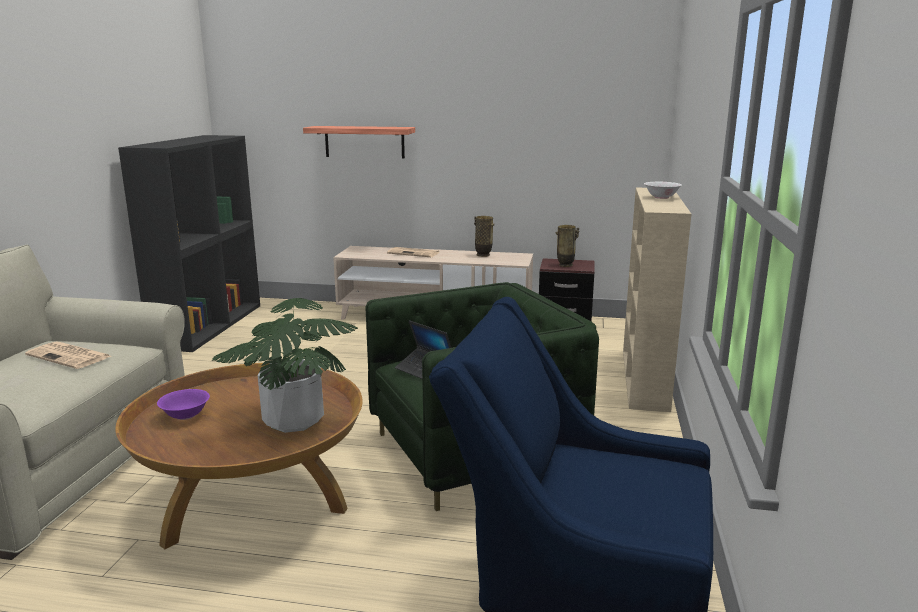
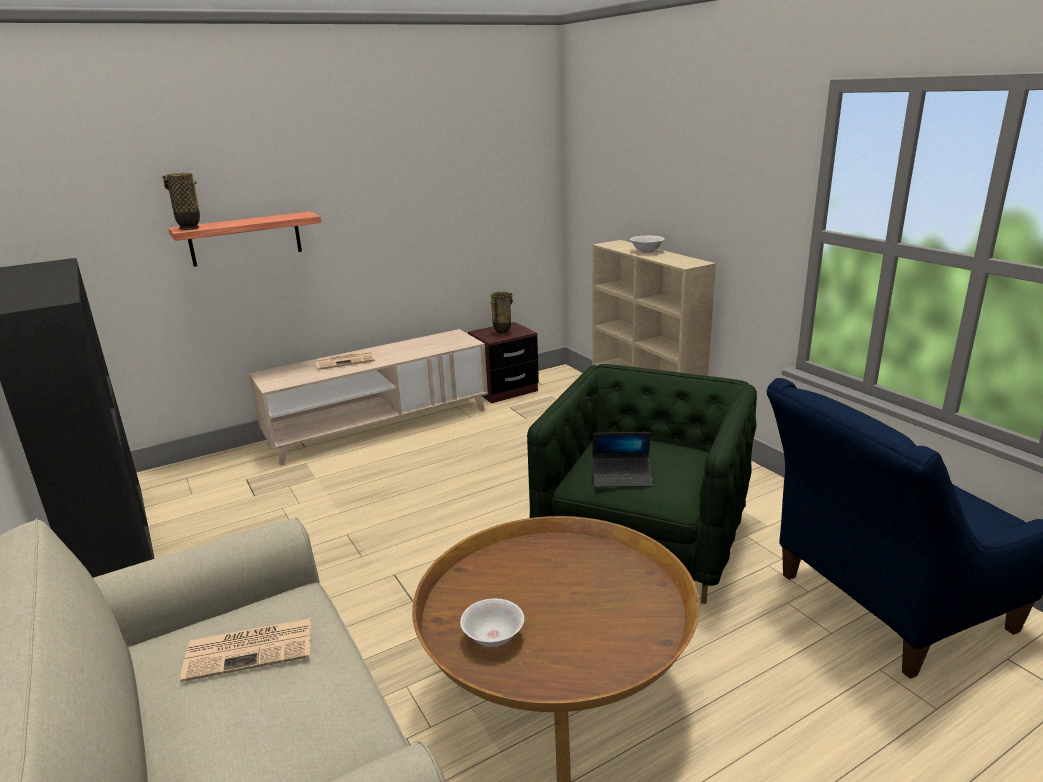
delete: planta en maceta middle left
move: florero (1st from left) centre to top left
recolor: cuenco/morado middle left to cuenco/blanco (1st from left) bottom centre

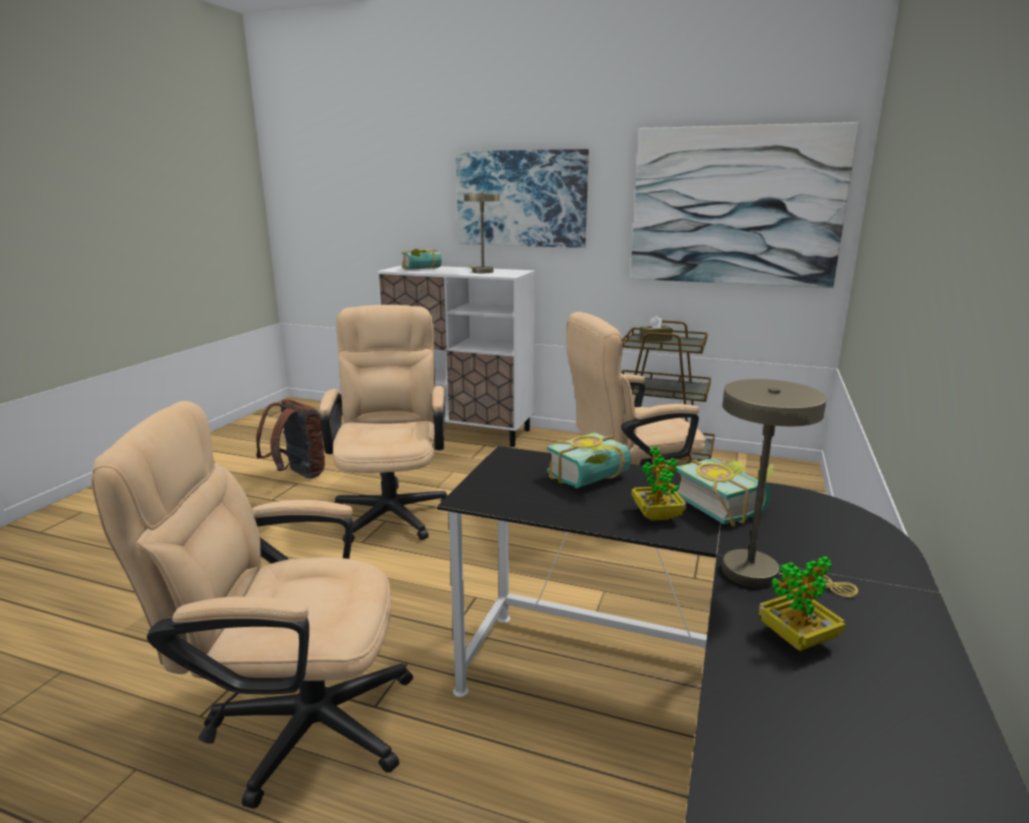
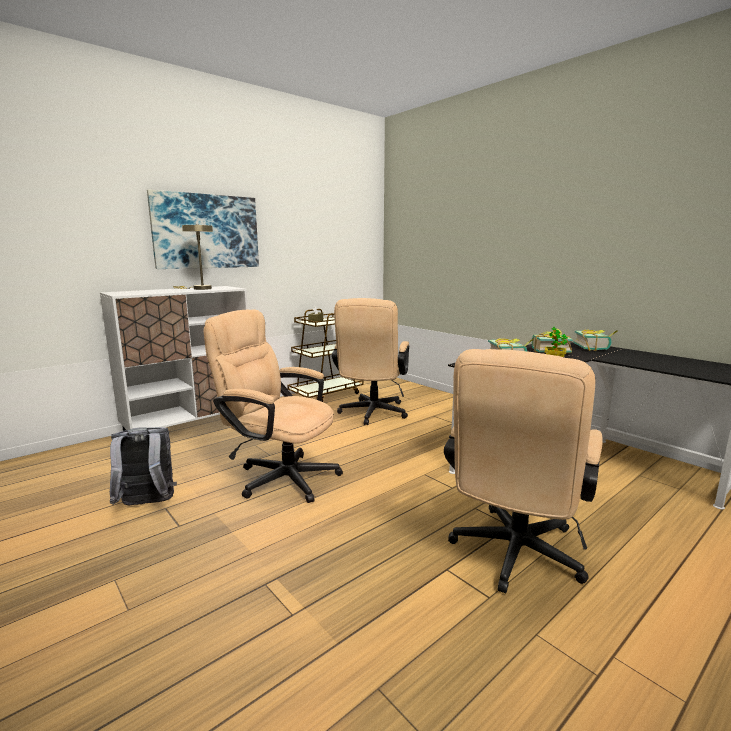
delete: cuadro (2nd from left) top right; lámpara de mesa/beis (2nd from left) middle right; planta en maceta (2nd from left) bottom right
move: libro (1st from left in the first image) top centre to libro (3rd from left) middle right
recolor: mochila/marrón middle left to mochila/gris middle left

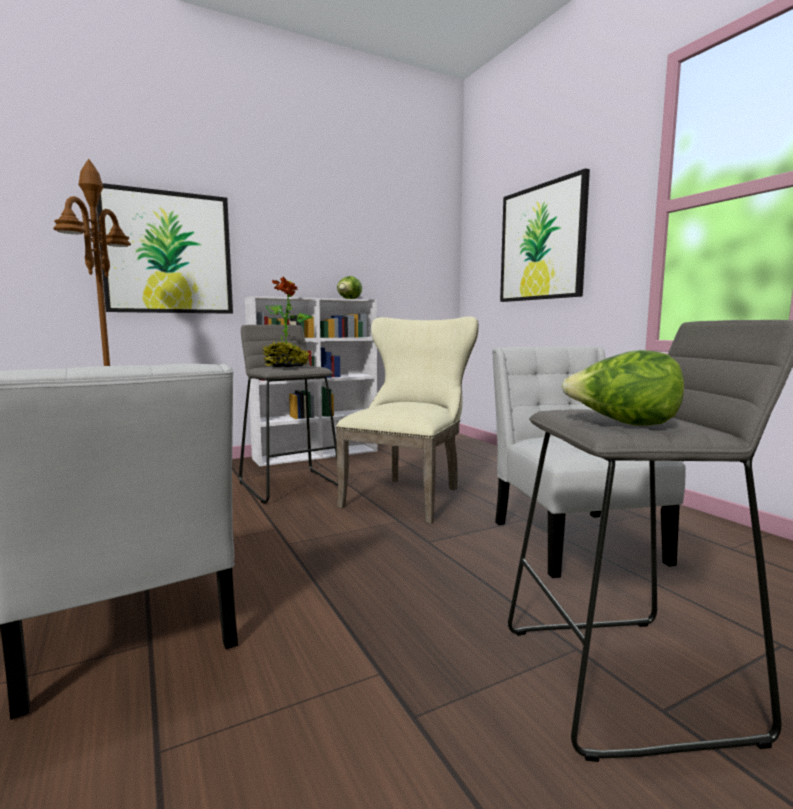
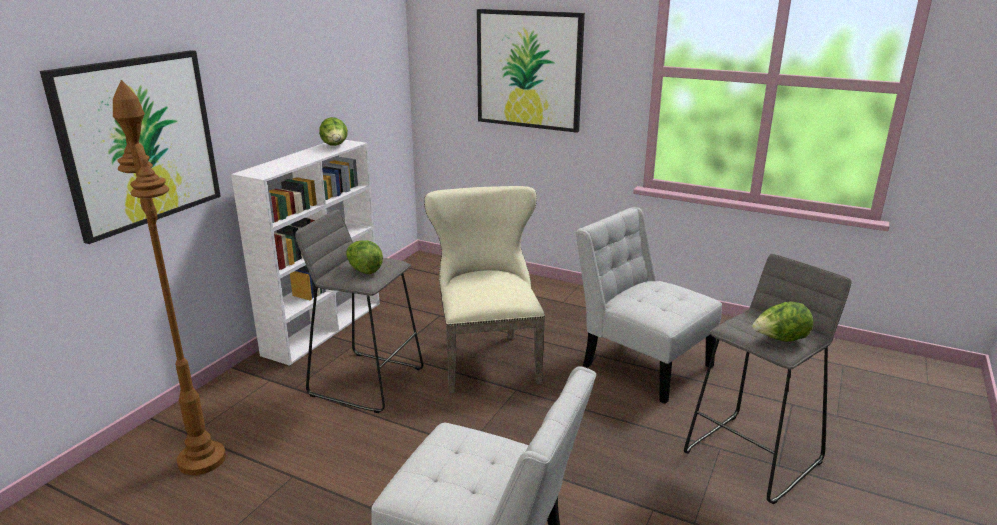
replace: planta en maceta centre to lechuga (2nd from left) centre

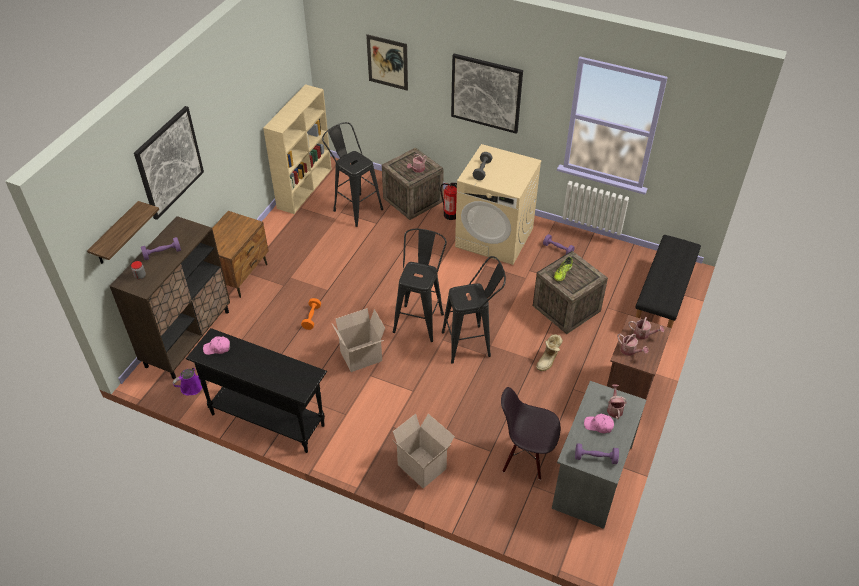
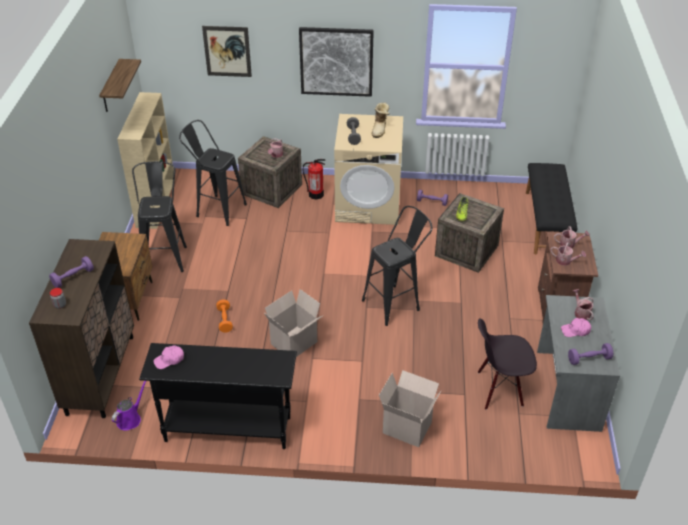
delete: cuadro (1st from left) top left
move: estante middle left to top left; taburete/negro (2nd from left in the first image) centre to taburete/negro (1st from left) middle left; bota centre to top centre

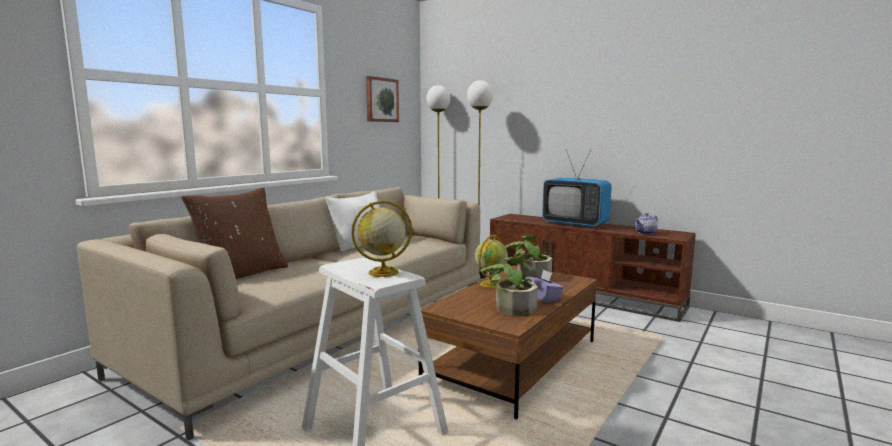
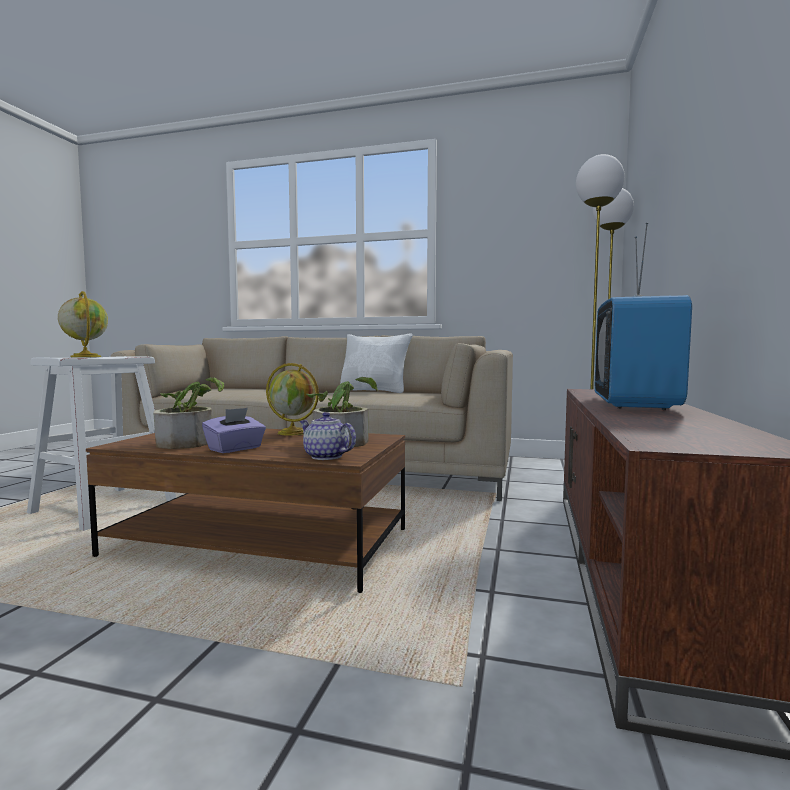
delete: cojín/marrón middle left; cuadro top centre
move: tetera middle right to centre

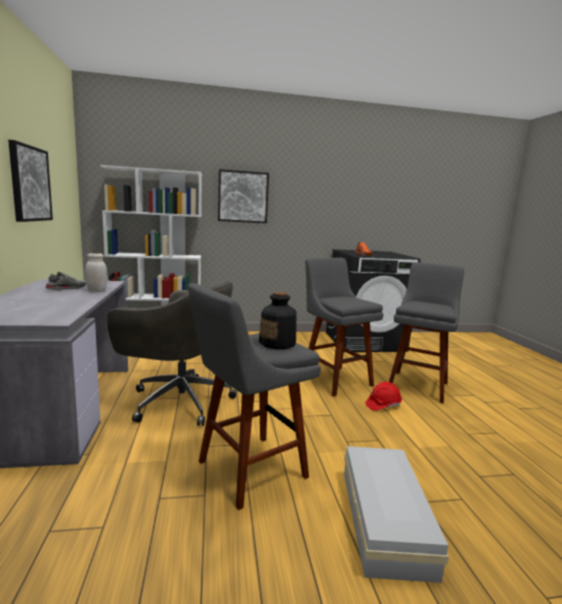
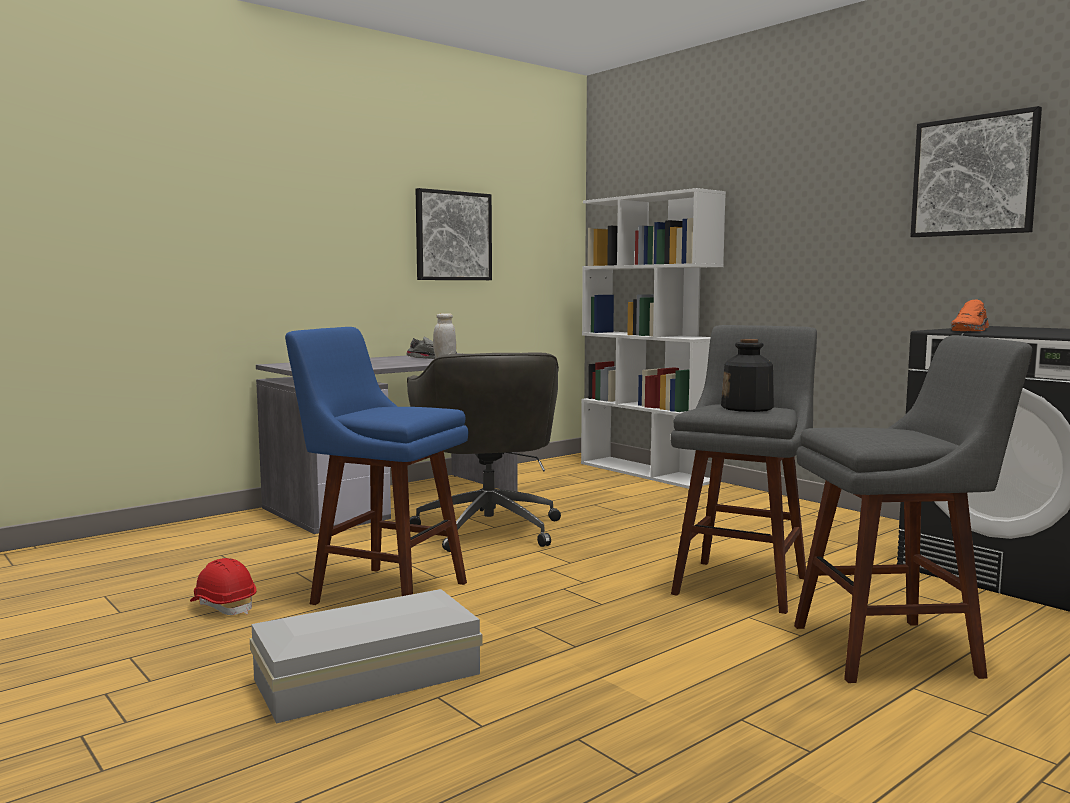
move: casco/rojo middle right to bottom left; botella centre to middle right; cuadro (2nd from left) top centre to top right
recolor: taburete/gris (1st from left) centre to taburete/azul centre

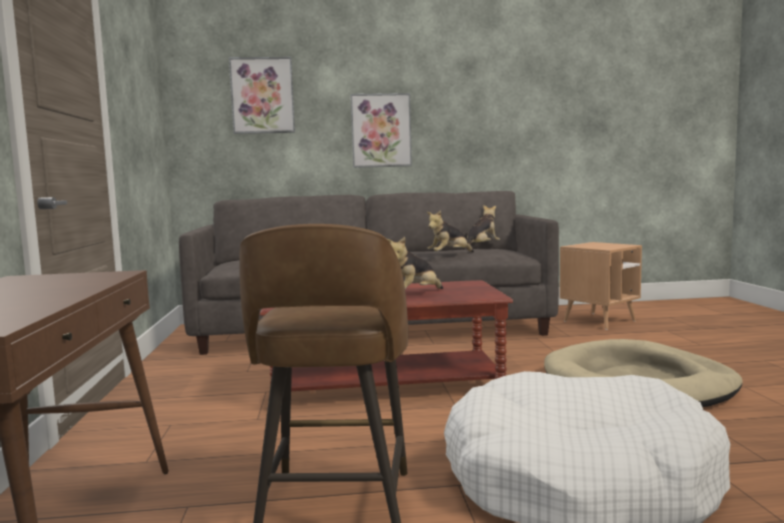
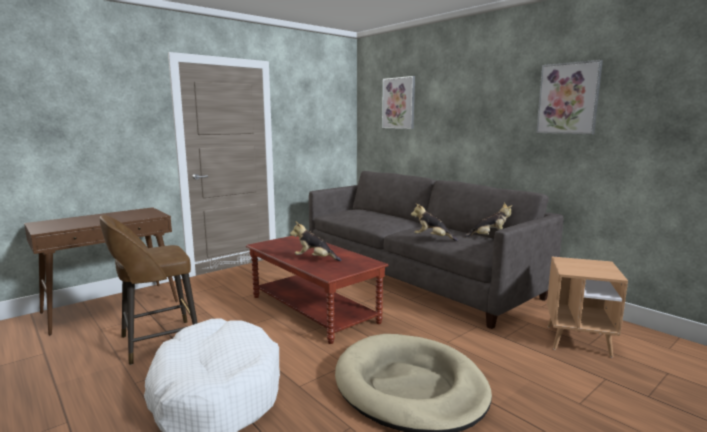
move: cuadro (2nd from left) top centre to top right

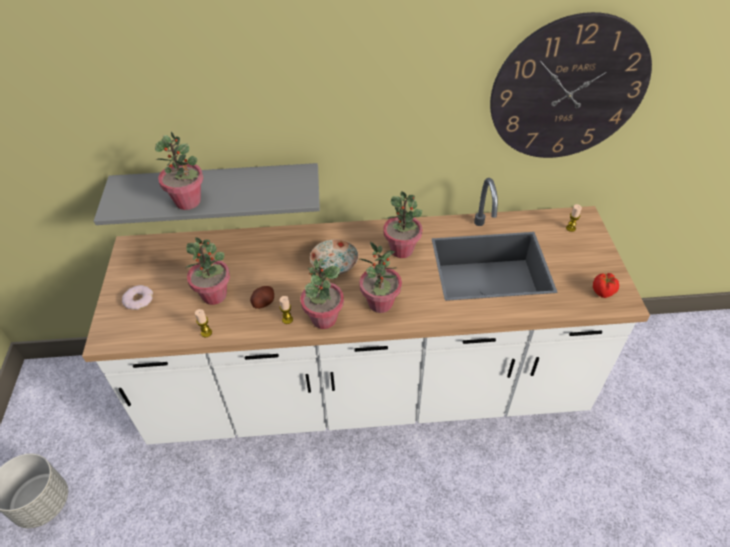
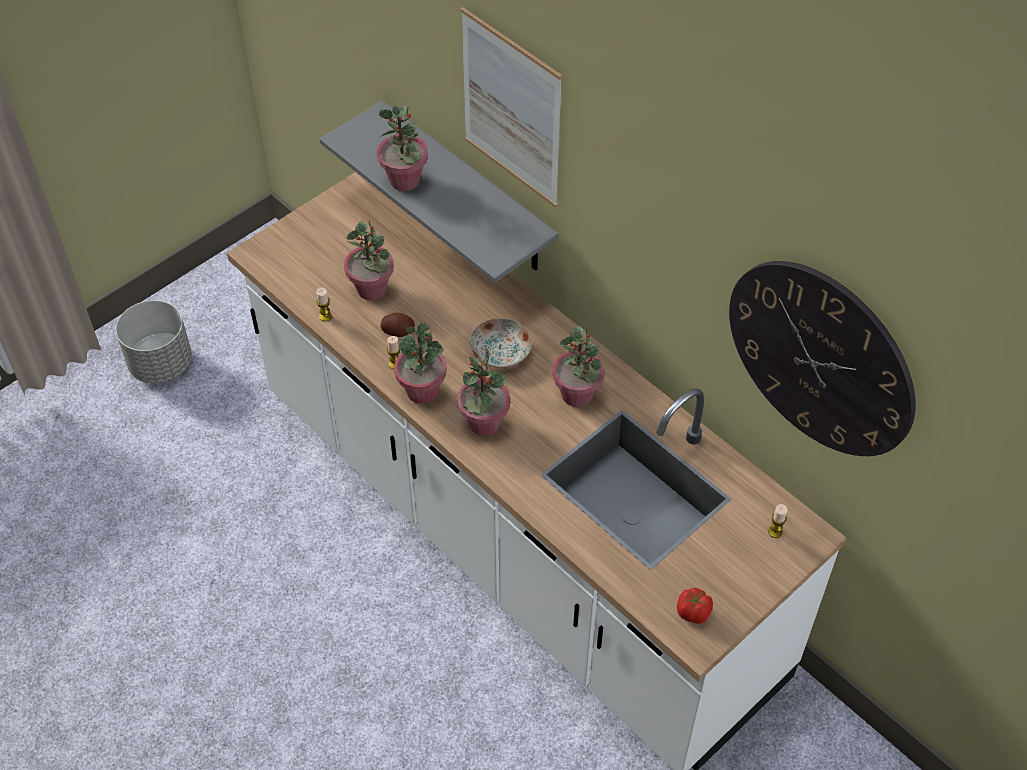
delete: rosquilla middle left
insert: cuadro top centre

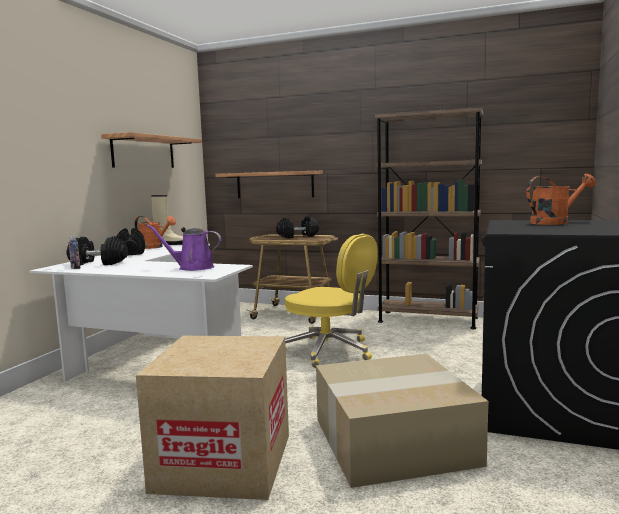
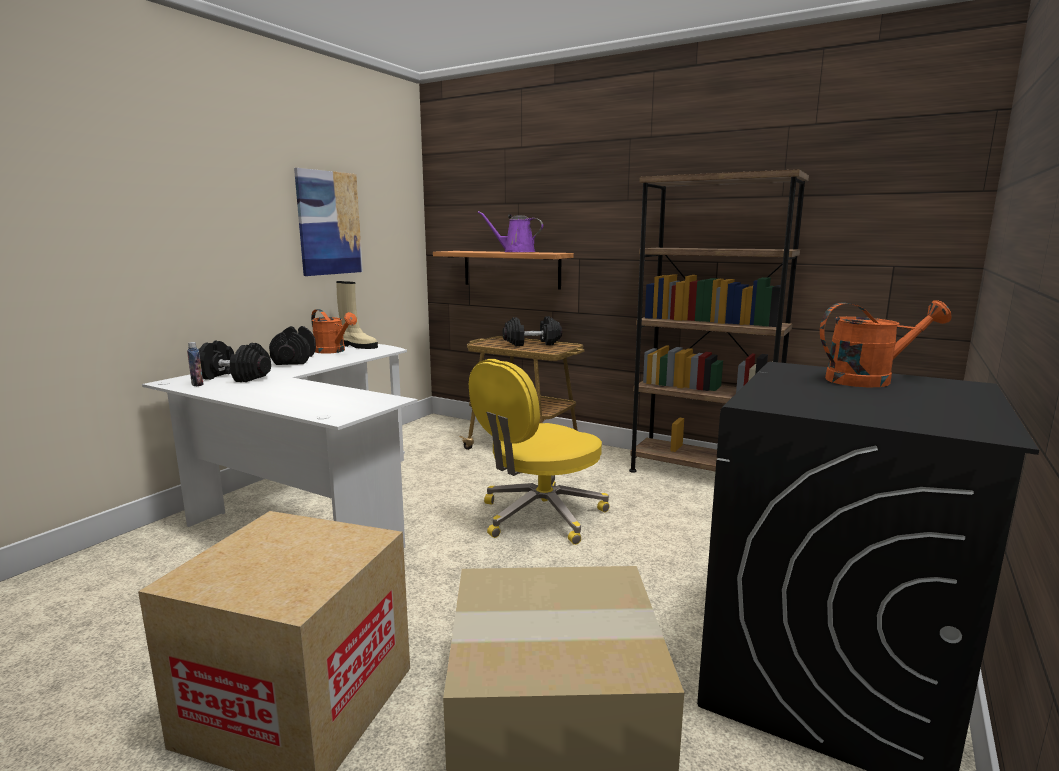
move: regadera/morado middle left to top centre
replace: estante (1st from left) top left to cuadro top left
rotate: silla de oficina/amarillo centre = centre 90 degrees clockwise

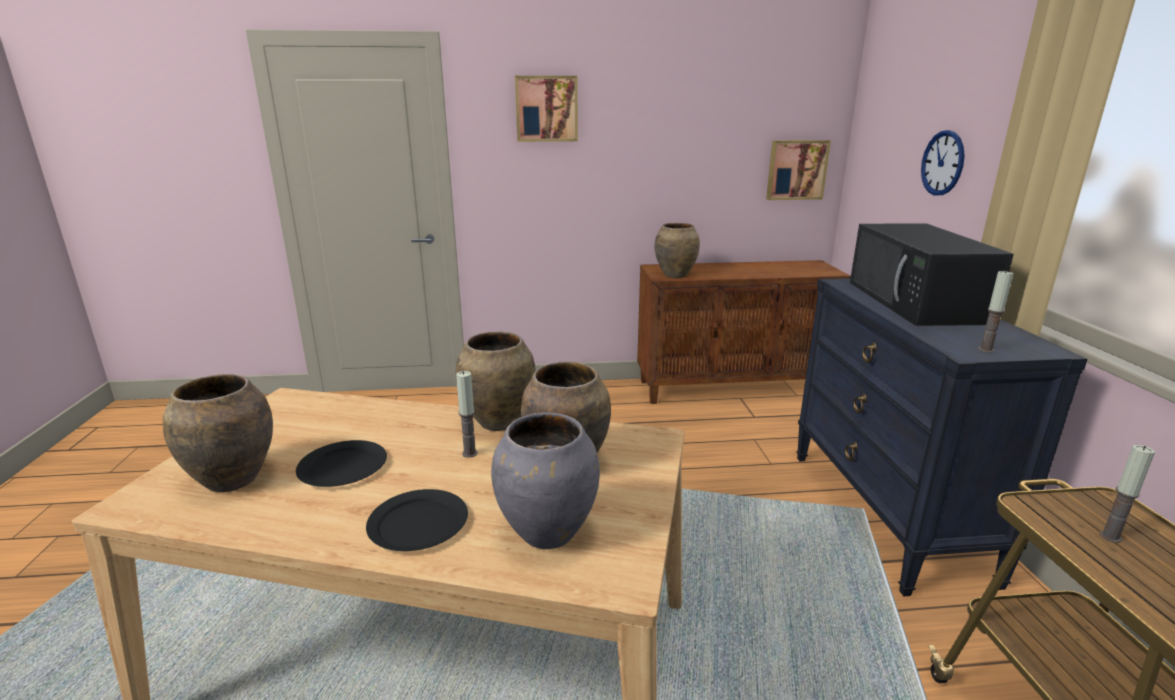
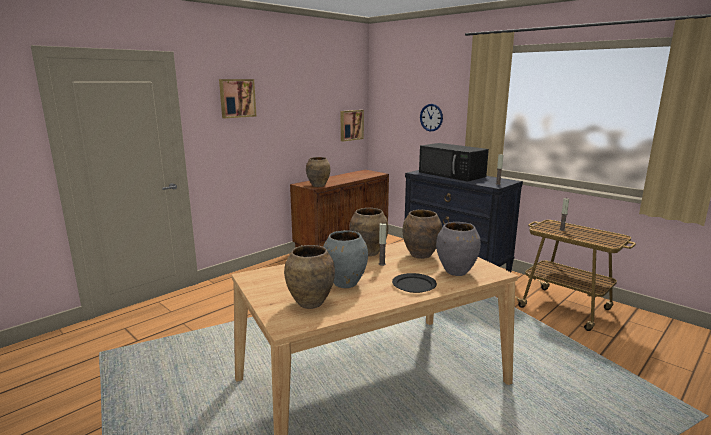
replace: plato/negro (1st from left) middle left to florero/gris (1st from left) centre

